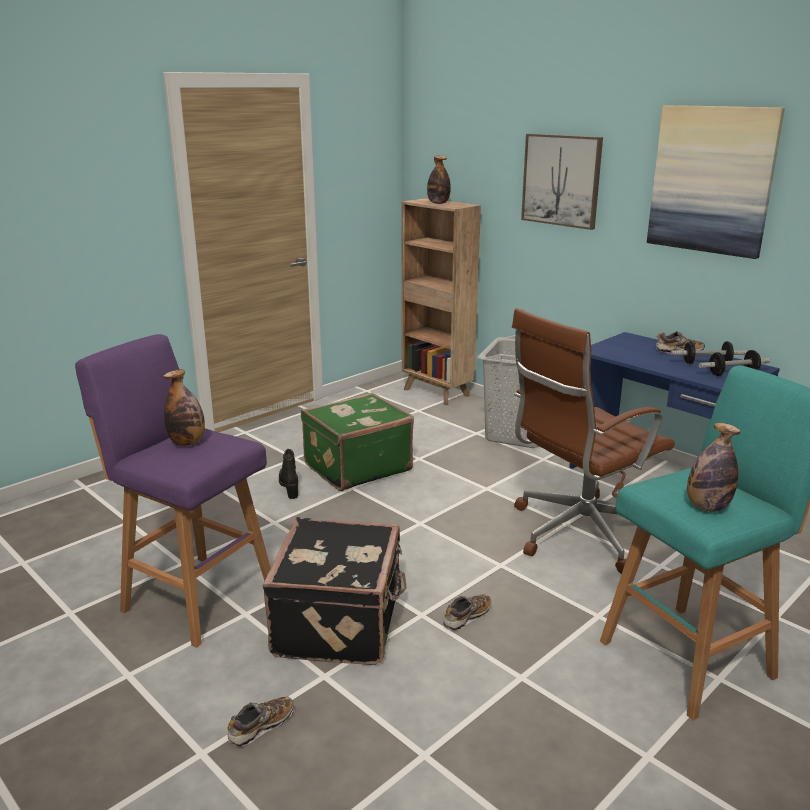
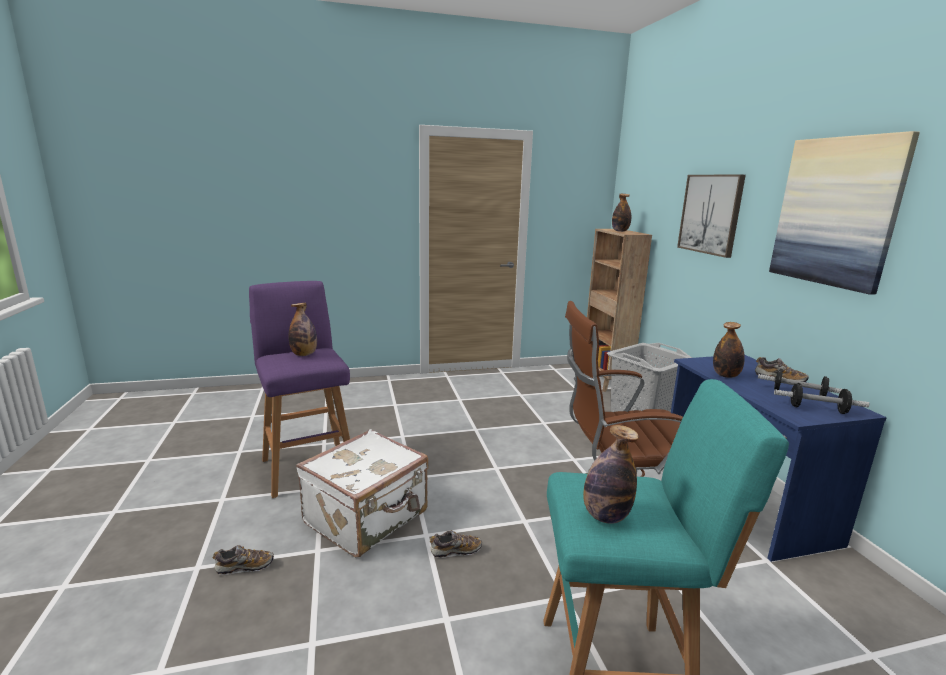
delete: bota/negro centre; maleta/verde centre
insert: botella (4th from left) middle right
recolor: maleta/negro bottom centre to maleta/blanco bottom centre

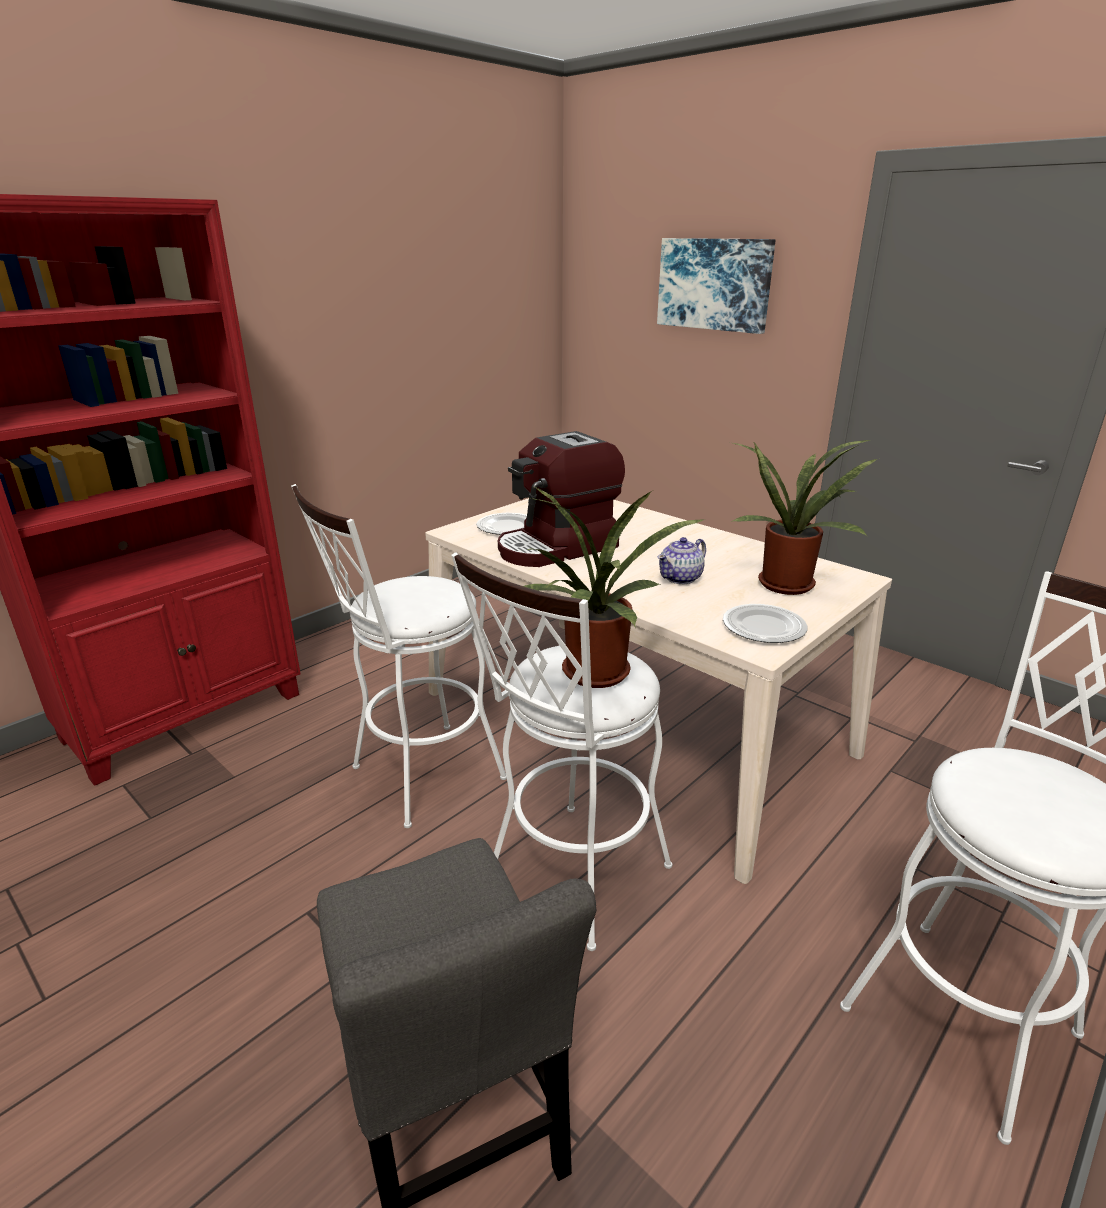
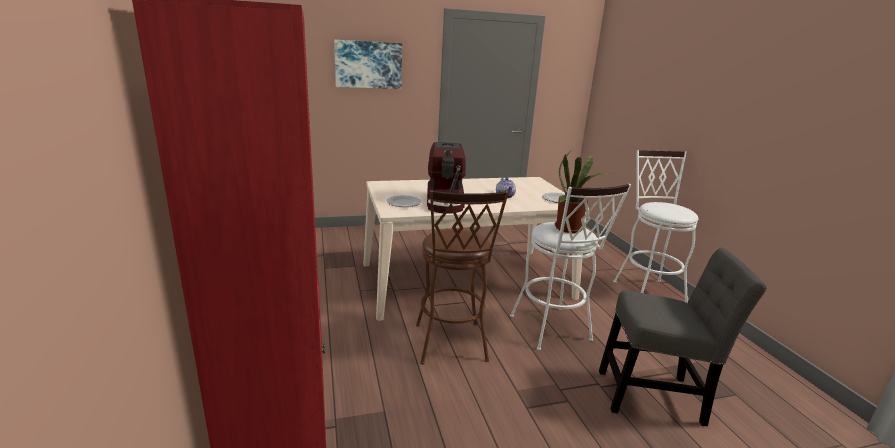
delete: planta en maceta (2nd from left) middle right
recolor: taburete/blanco (1st from left) centre to taburete/marrón centre

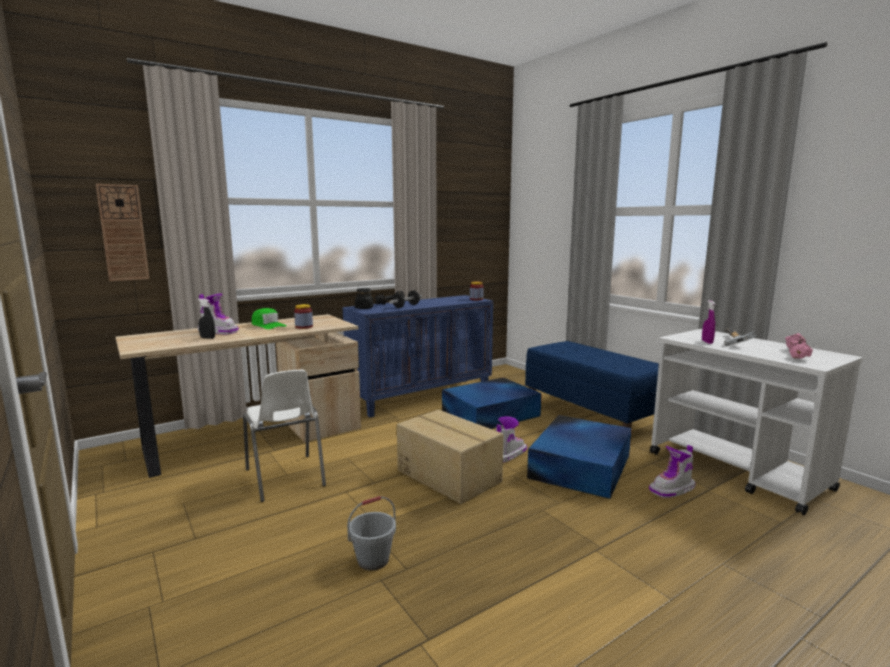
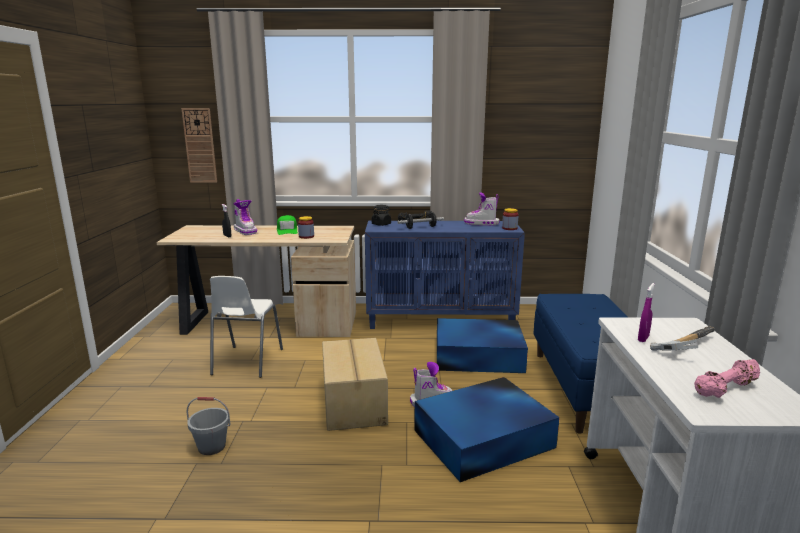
move: bota (3rd from left) bottom right to centre

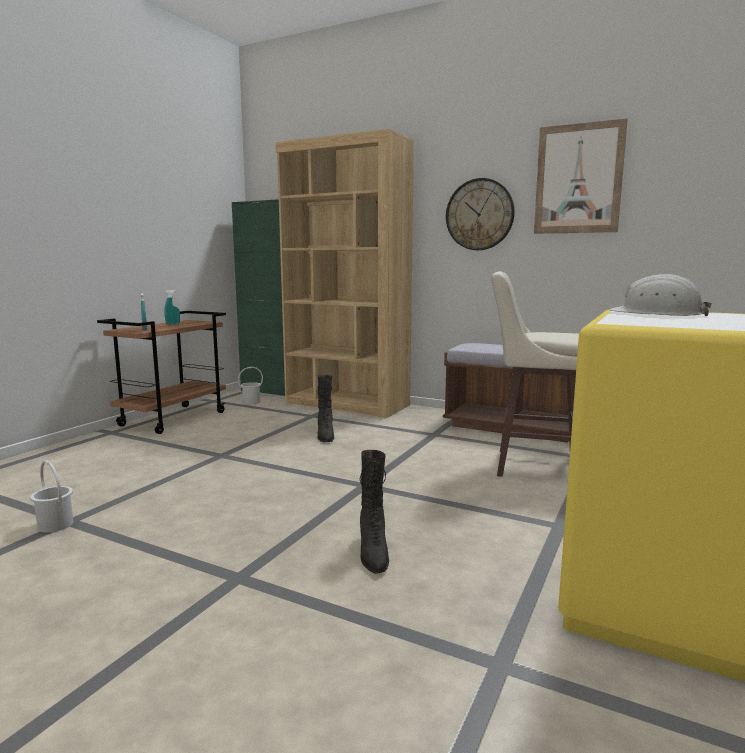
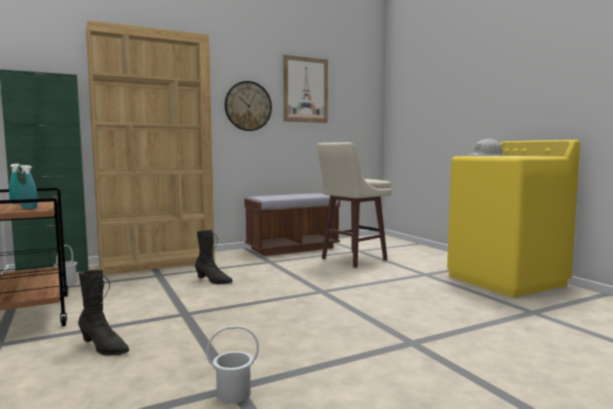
move: bota/negro (2nd from left in the first image) bottom centre to bota/negro (1st from left) bottom left

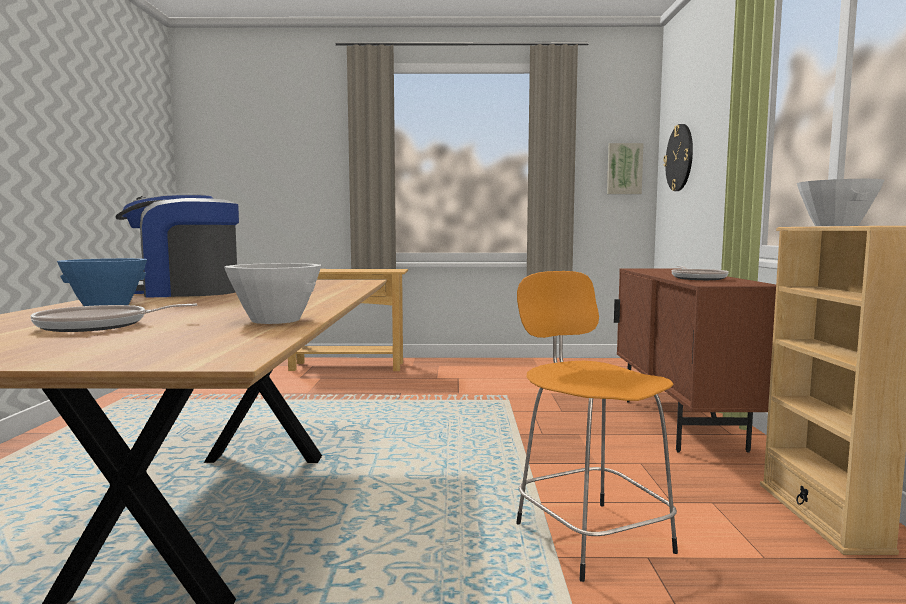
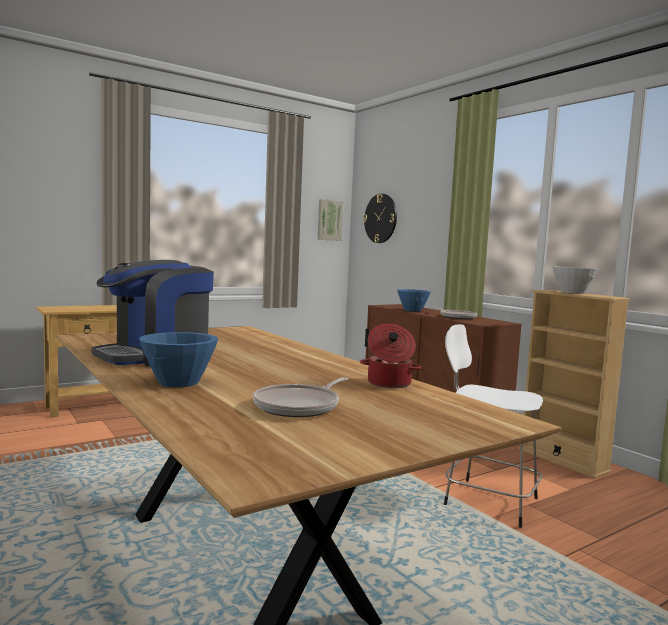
insert: cuenco/azul (2nd from left) centre
replace: cuenco/blanco (1st from left) middle left to olla centre
recolor: taburete/naranja bottom centre to taburete/blanco bottom right

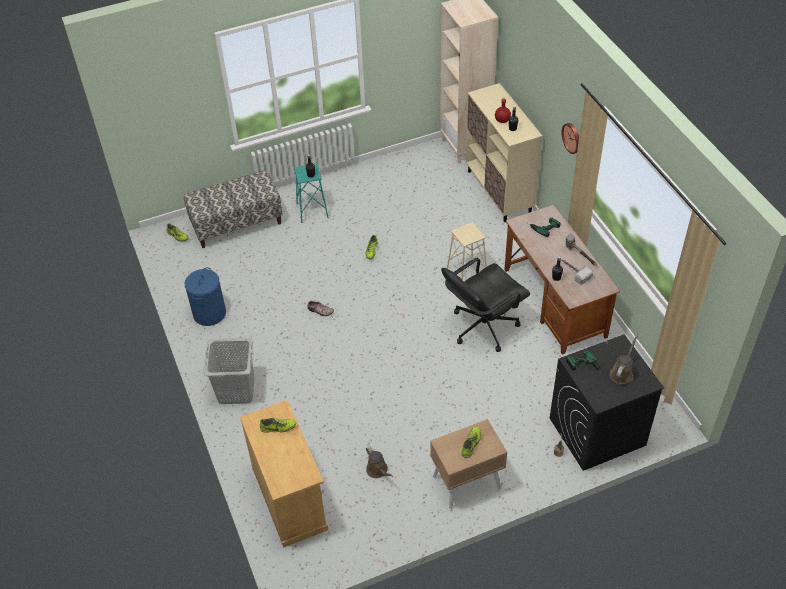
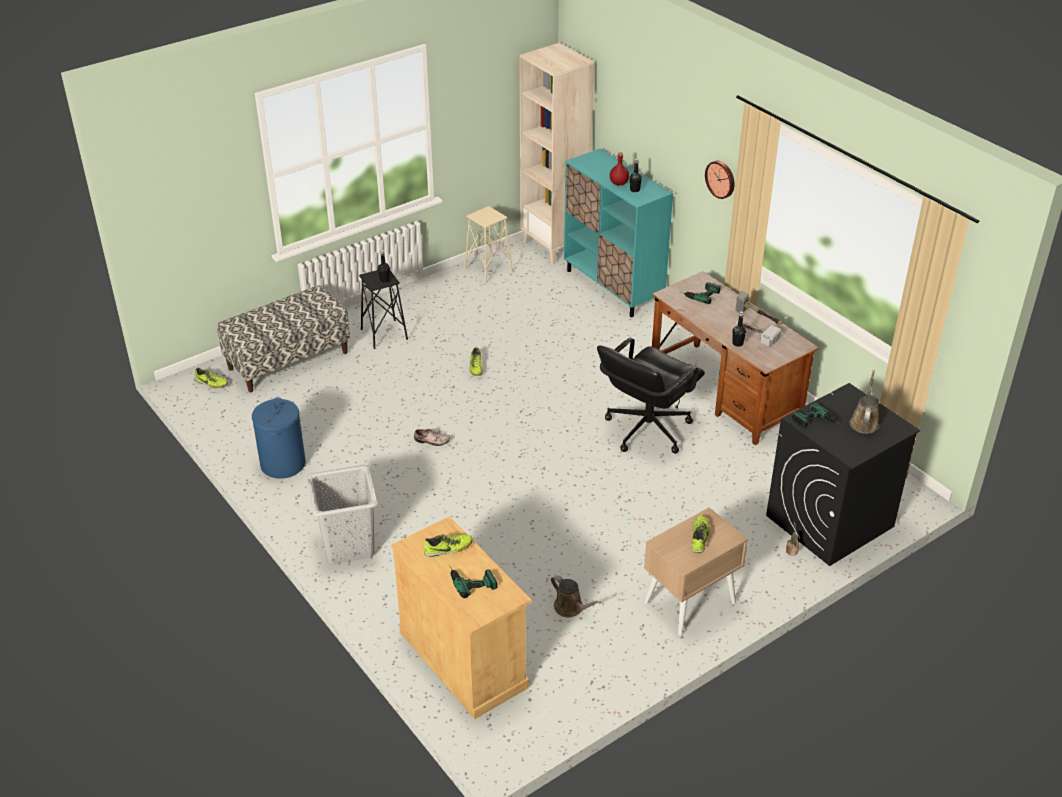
insert: taladro (1st from left) bottom centre
move: taburete/beis centre to top centre
recolor: taburete/turquesa top centre to taburete/negro centre; armario/beis (2nd from left) top centre to armario/turquesa top centre

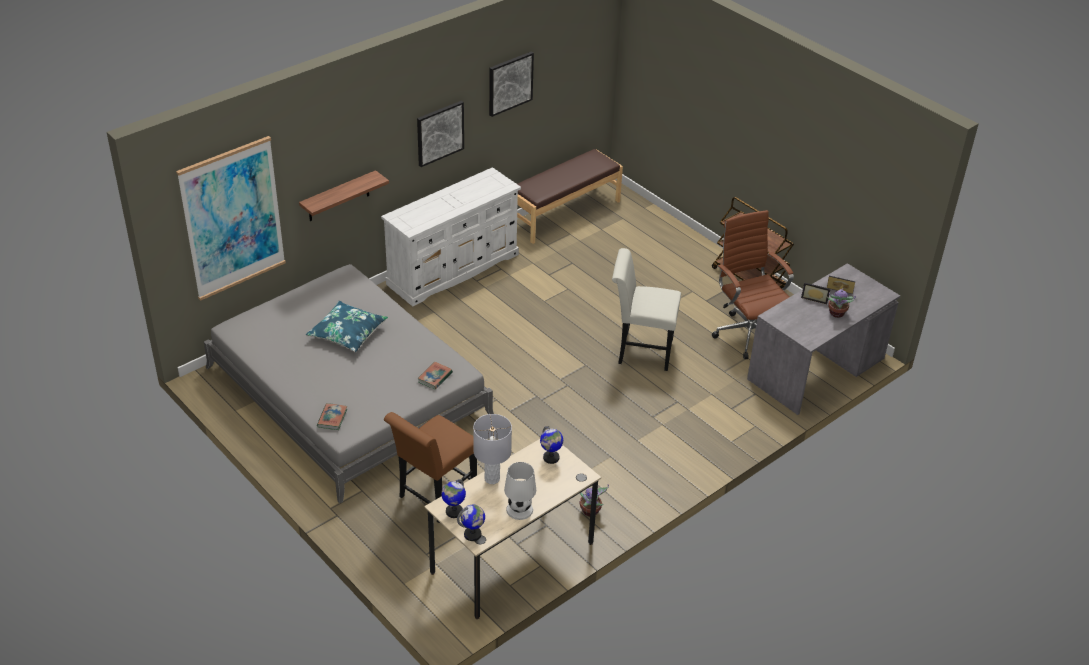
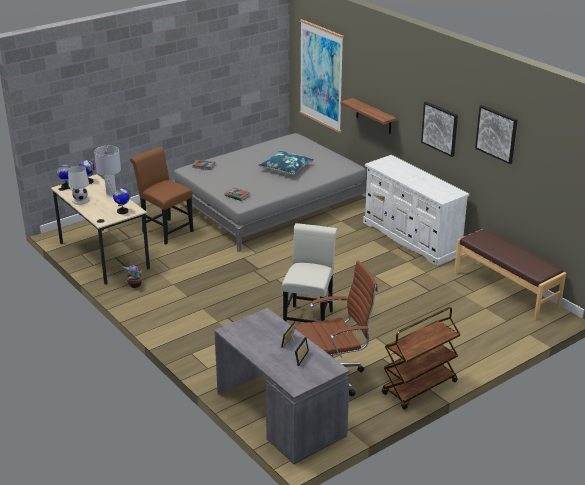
delete: planta en maceta (2nd from left) middle right

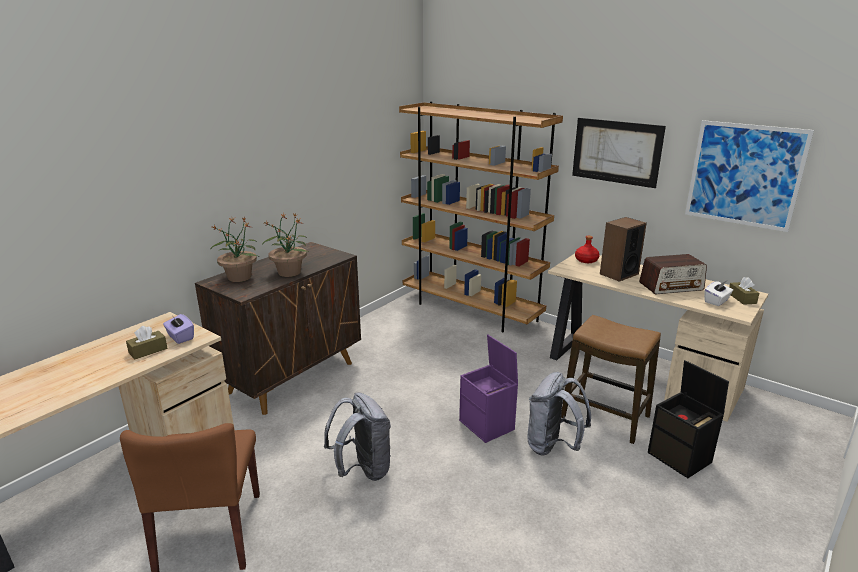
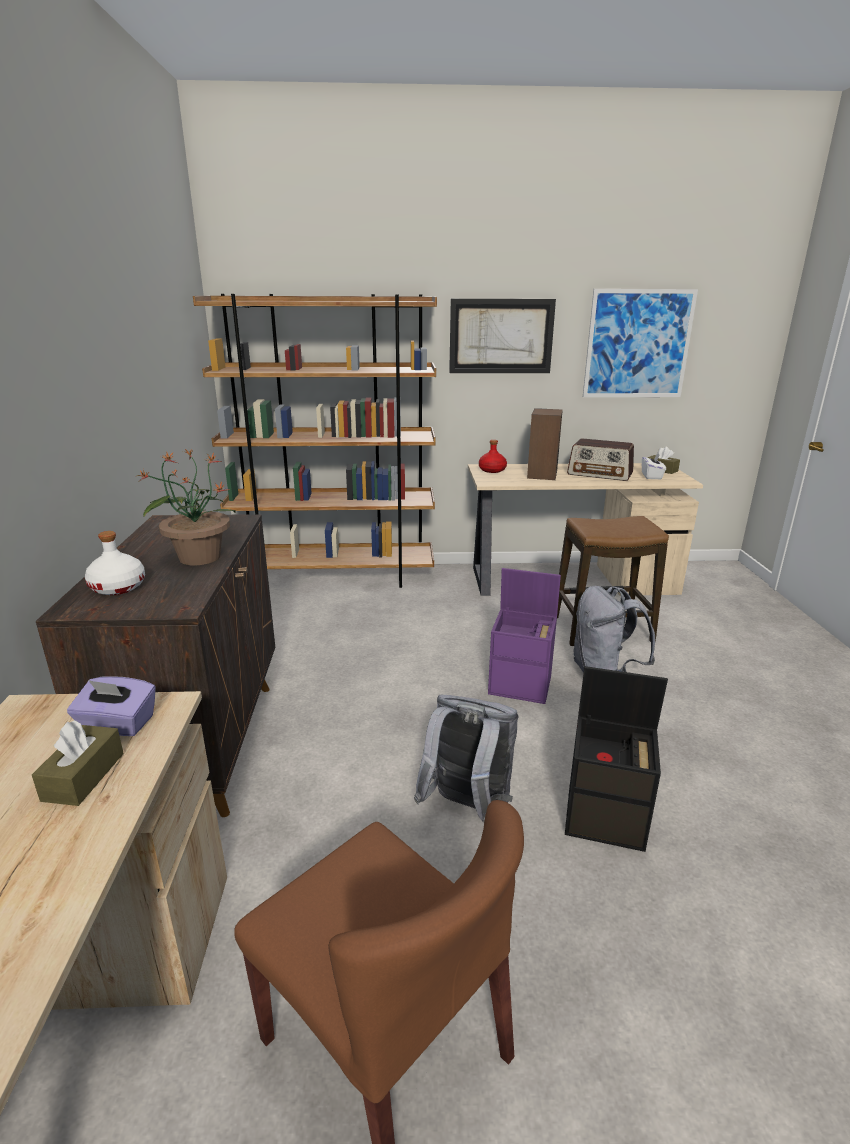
move: caja de almacenaje/negro bottom right to middle right
replace: planta en maceta (1st from left) middle left to botella/blanco middle left
rotate: radio middle right = middle right 75 degrees clockwise

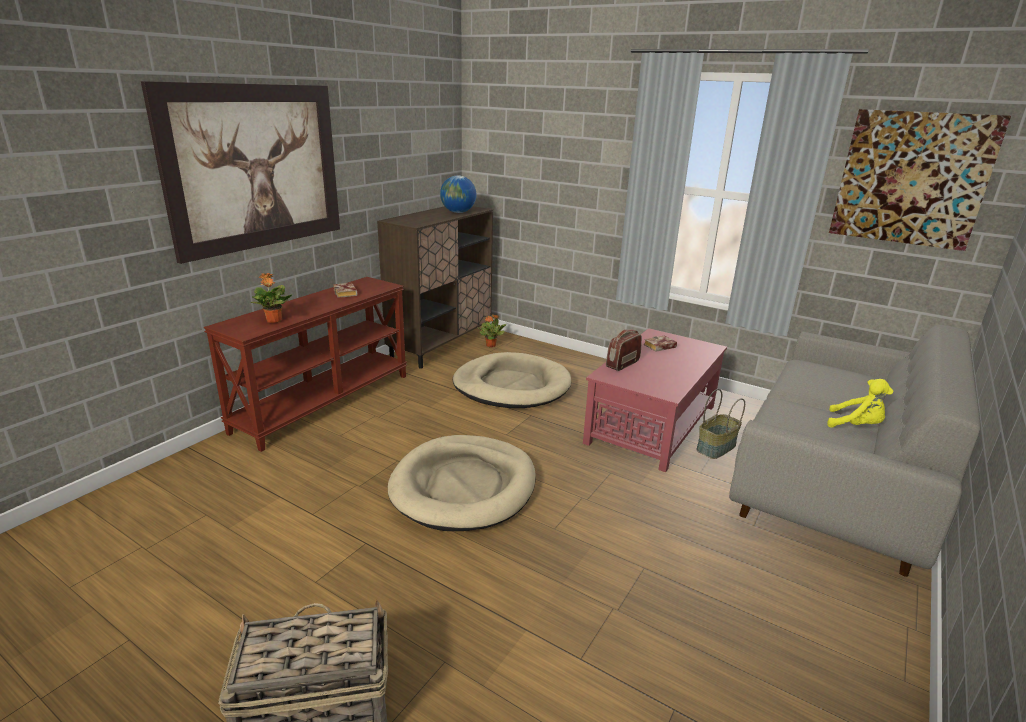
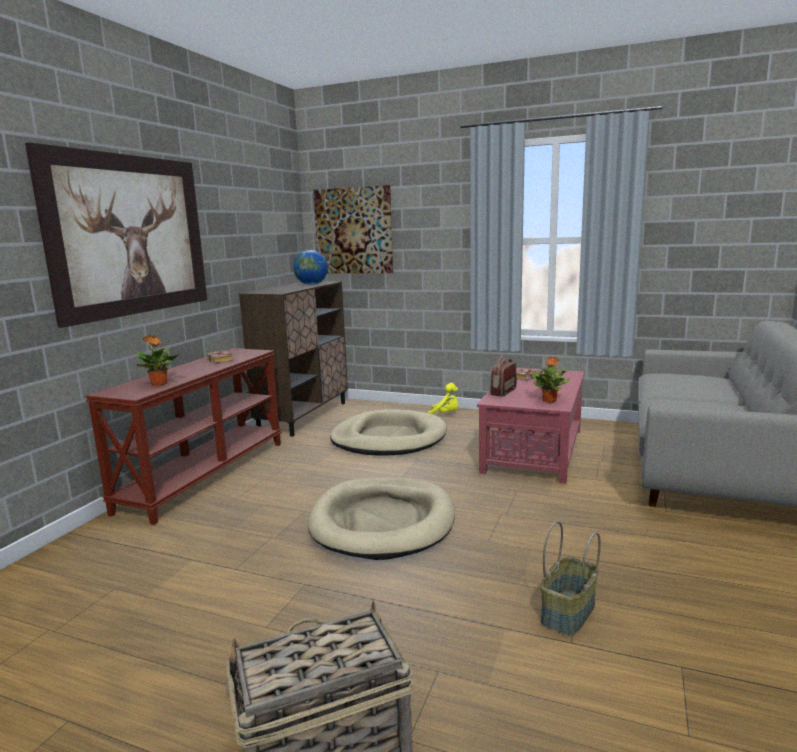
move: cuadro (2nd from left) top right to top centre; peluche/amarillo middle right to centre; planta en maceta (2nd from left) centre to middle right; cesta (2nd from left) middle right to bottom right

